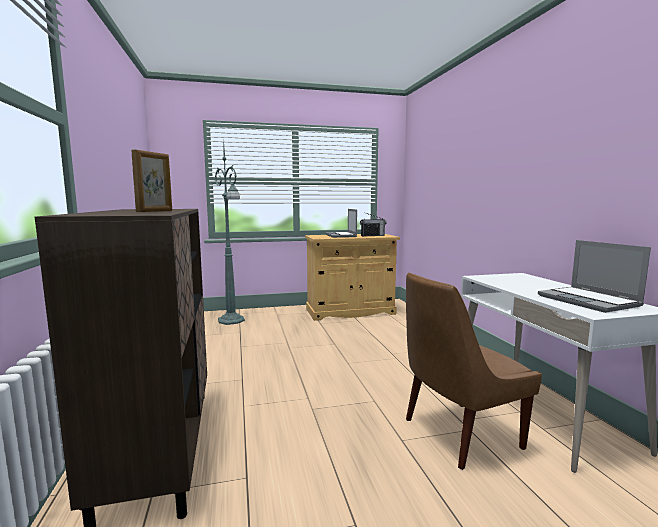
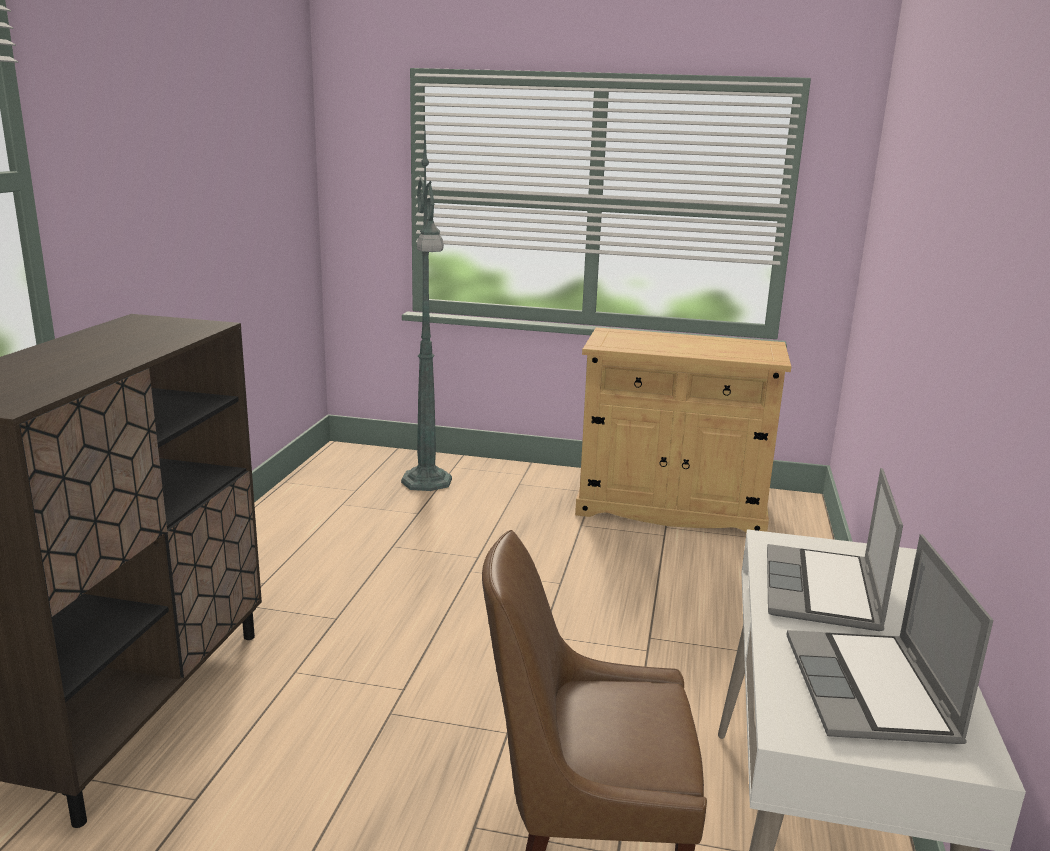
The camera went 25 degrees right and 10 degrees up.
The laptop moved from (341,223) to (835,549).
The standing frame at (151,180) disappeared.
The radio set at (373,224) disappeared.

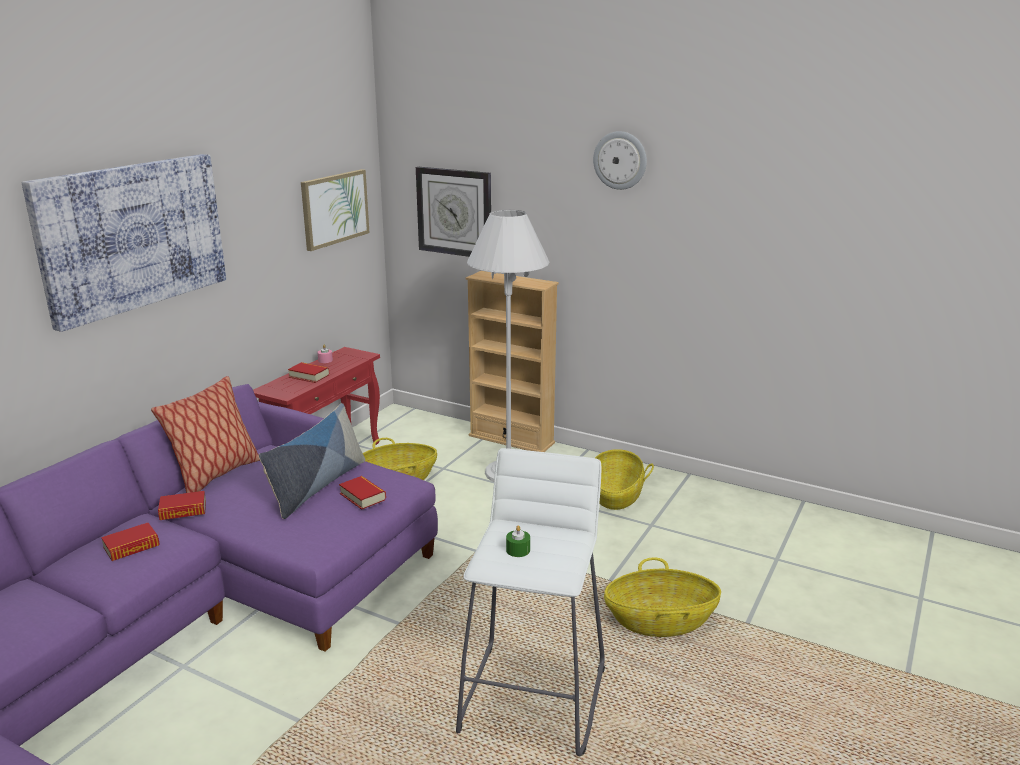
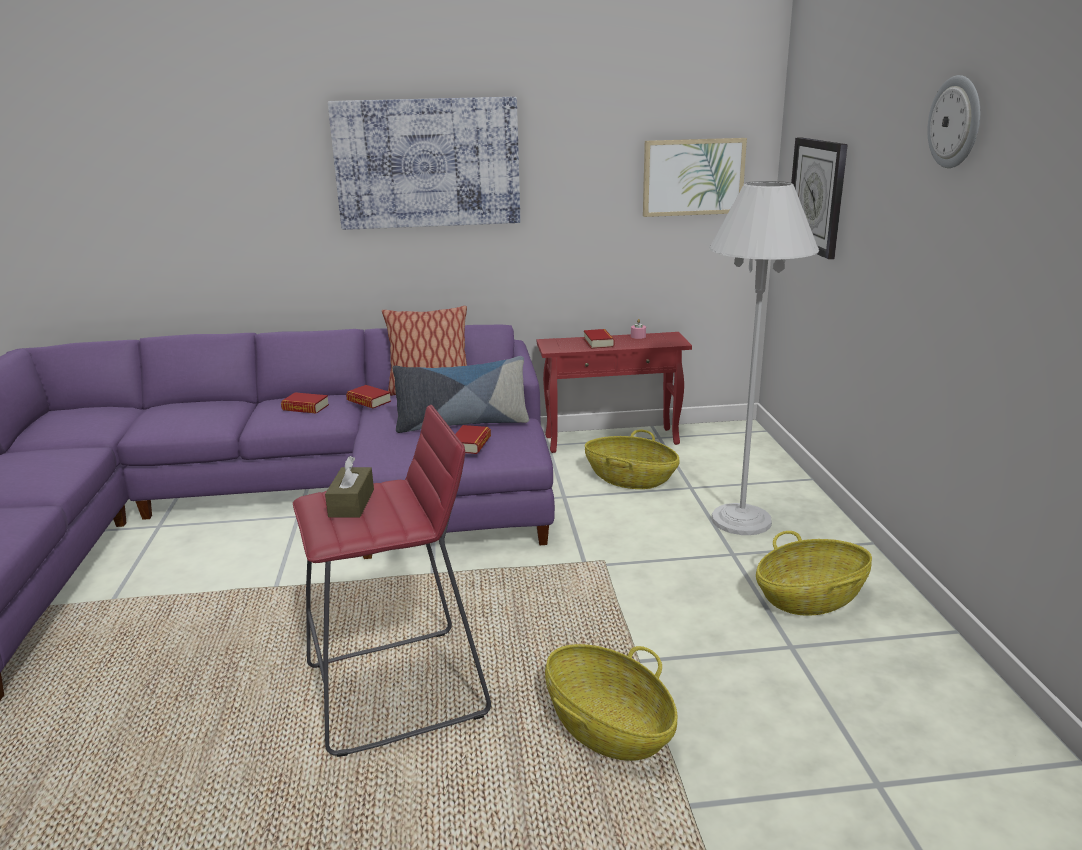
The camera went 55 degrees right and 0 degrees up.
The stool/white at (530,602) became the stool/red-coloured at (392,581).
The wax candle/greenish at (518,541) was replaced by the tissue holder/brown at (349,487).
The bookshelf/sand-coloured at (512,361) disappeared.

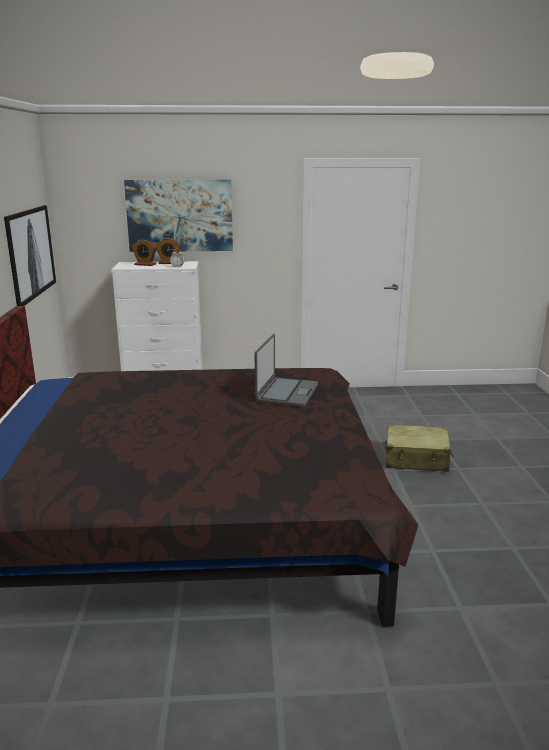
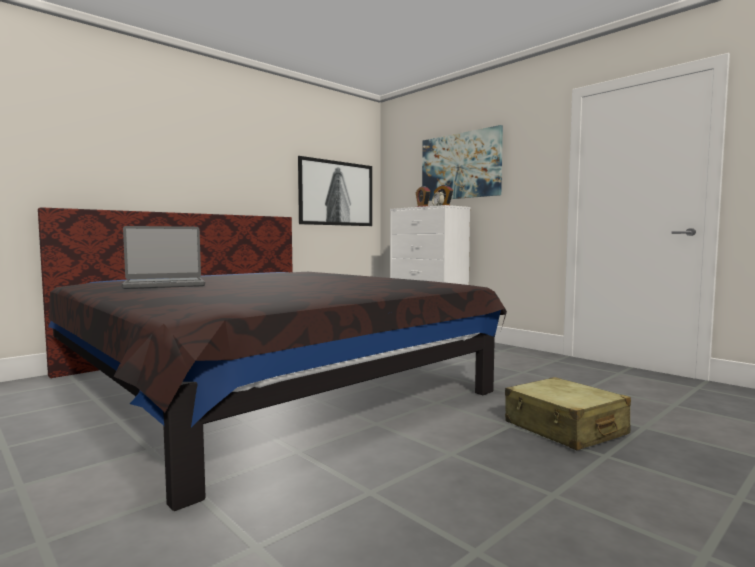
The camera went 50 degrees right and 15 degrees down.
The laptop moved from (286,370) to (163,257).

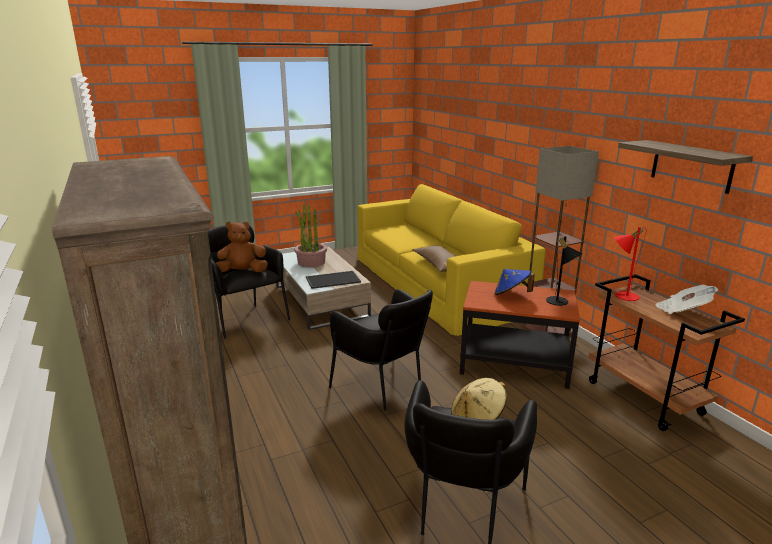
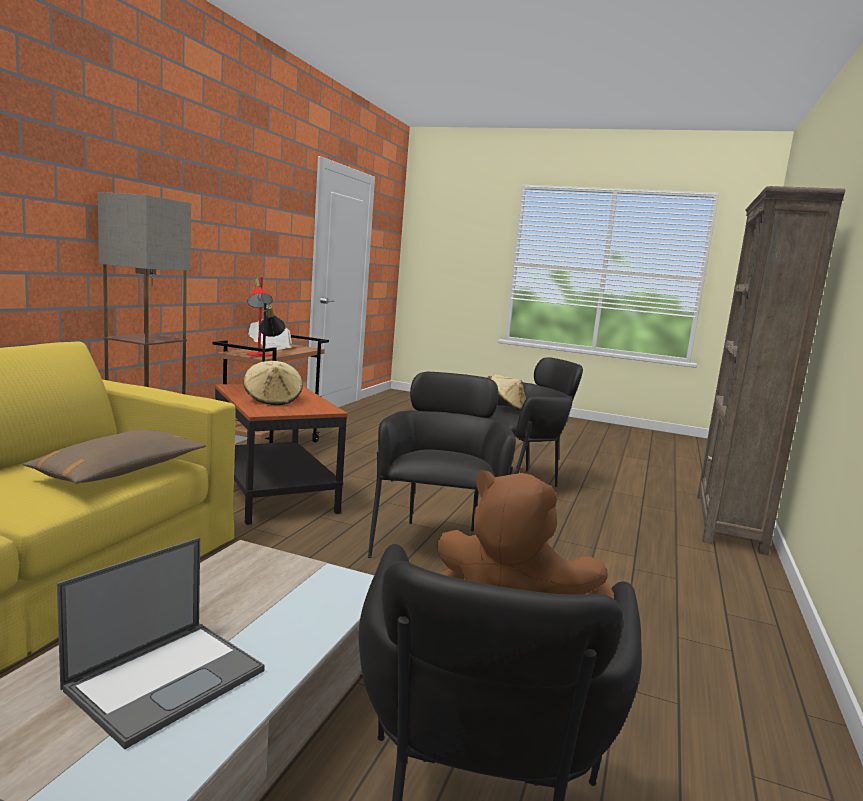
The camera went 135 degrees left and 10 degrees down.
The potted plant at (310,235) was replaced by the laptop at (161,643).
The clothing hat/bluish at (514,282) became the clothing hat/sand-coloured at (273,383).
The tray at (333,280) disappeared.
The bracket shelf at (685,167) disappeared.

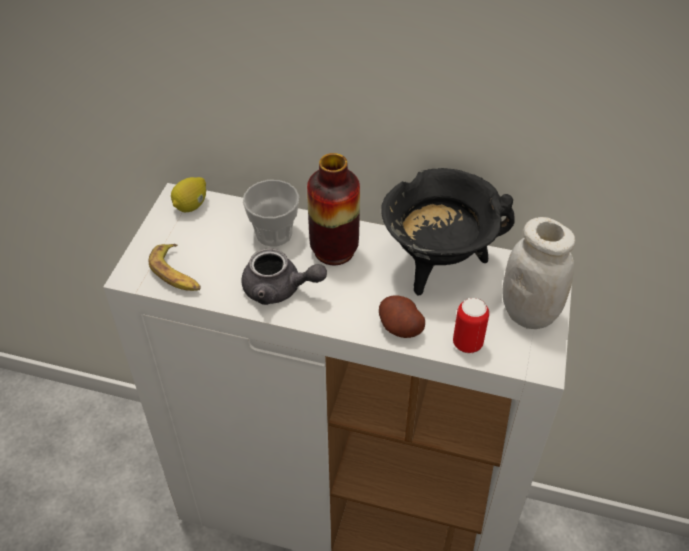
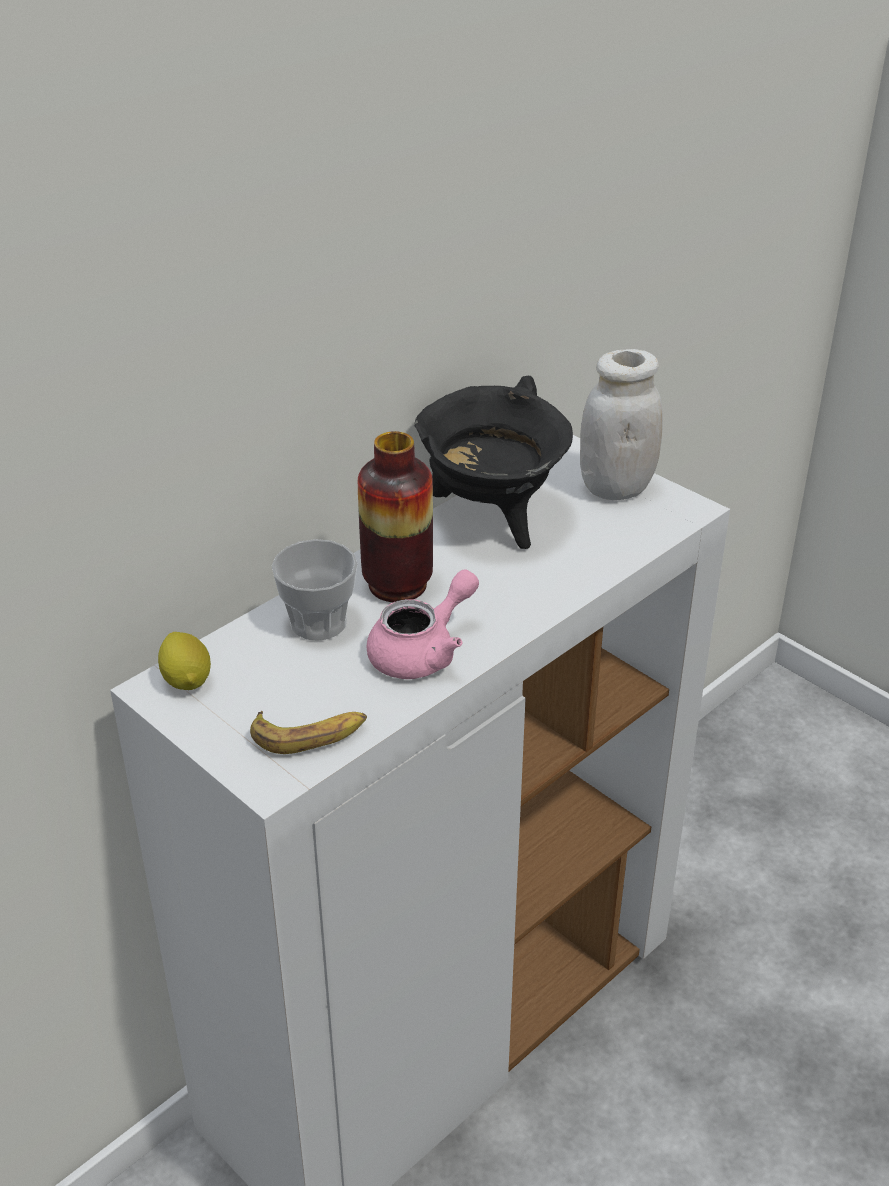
The camera went 60 degrees left and 10 degrees down.
The pot for tea/grey at (284,276) became the pot for tea/pink-coloured at (422,624).
The spud at (402,316) disappeared.
The can at (471,325) disappeared.

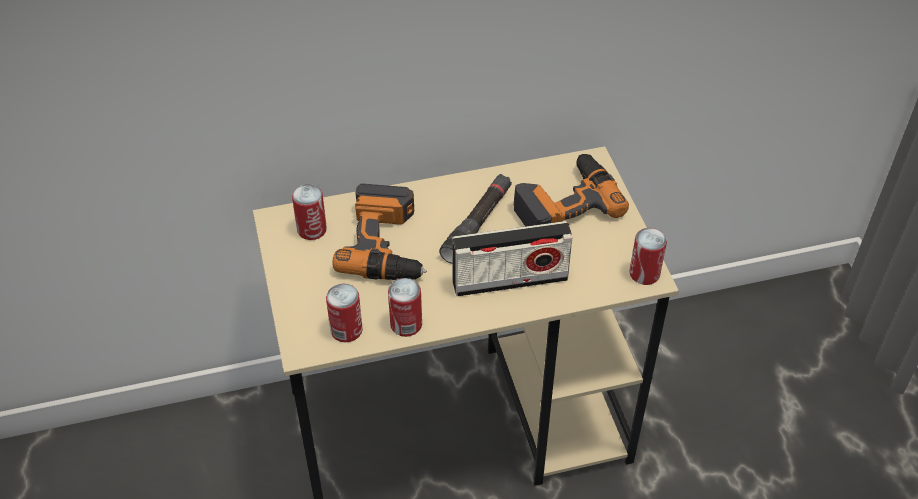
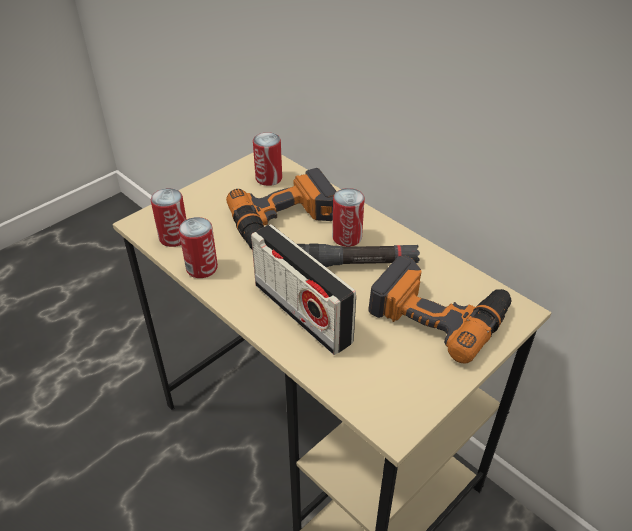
The camera went 60 degrees right and 5 degrees down.
The can moved from (648,256) to (348,217).

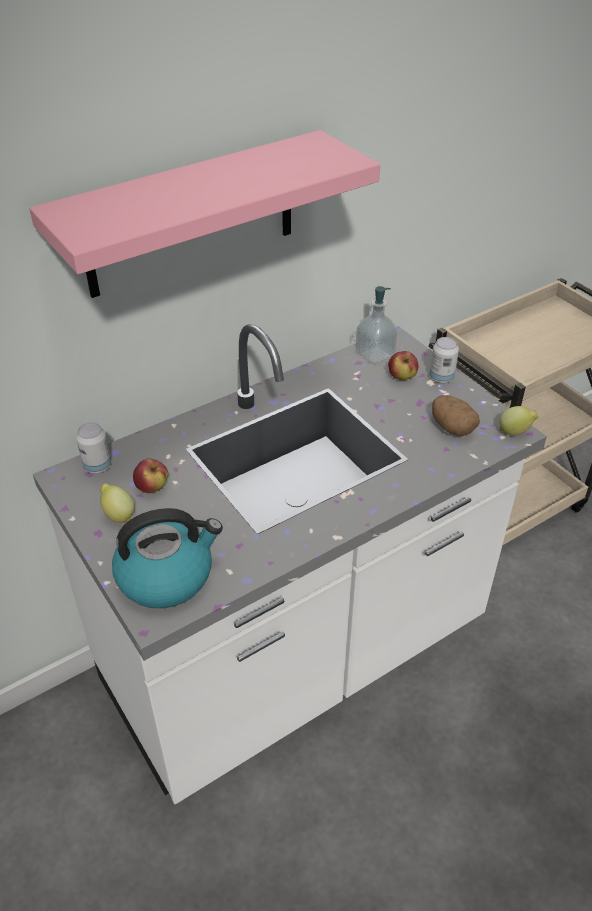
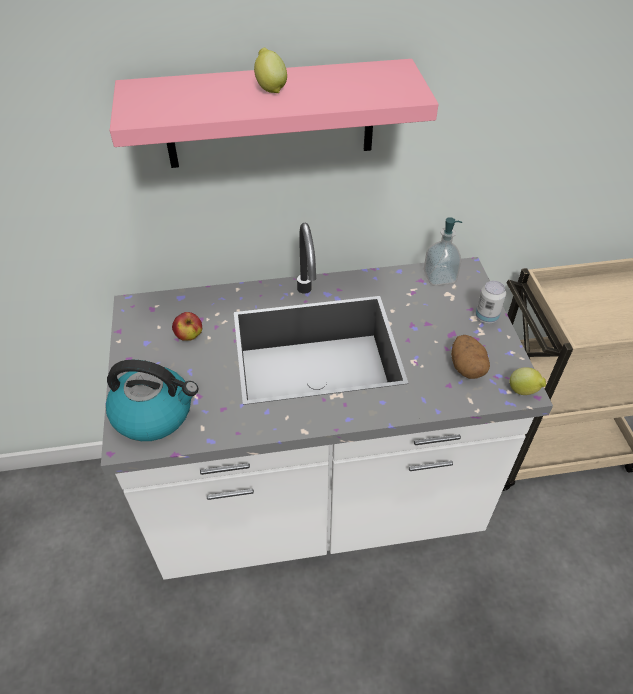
The camera went 25 degrees right and 5 degrees up.
The whole lemon moved from (117,503) to (270,70).
The can at (93,448) disappeared.
The whole apple at (403,365) disappeared.

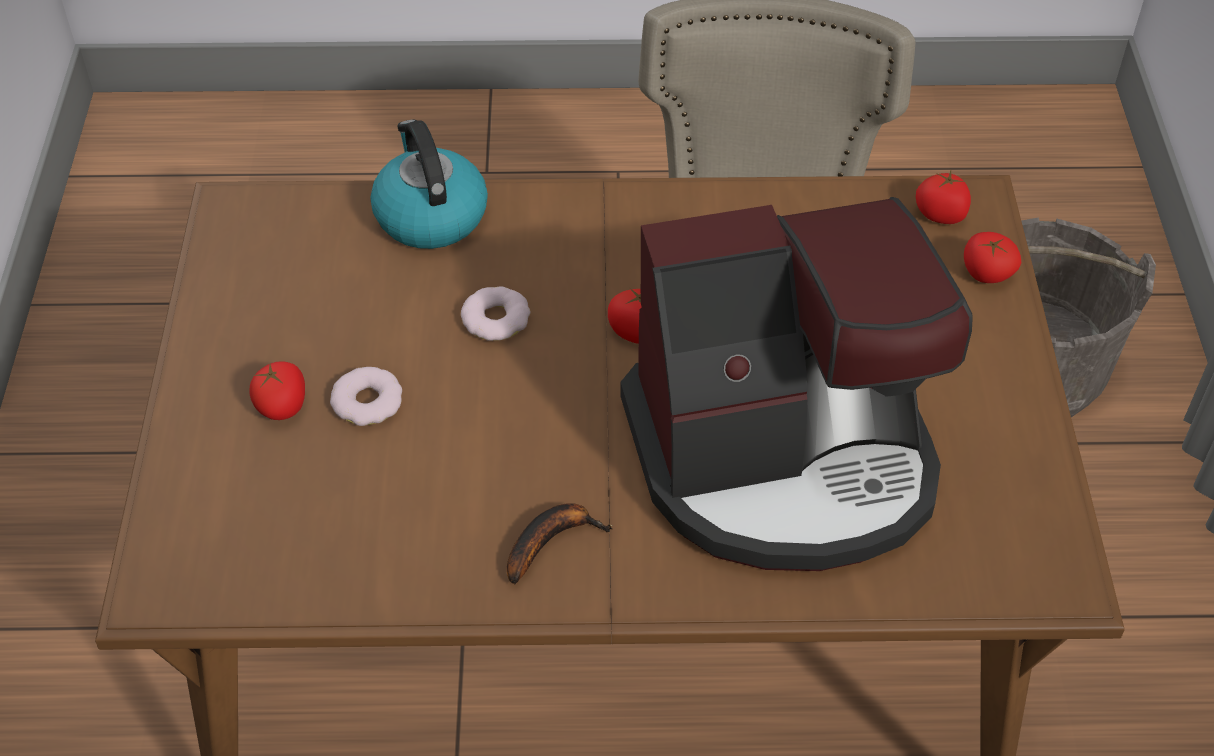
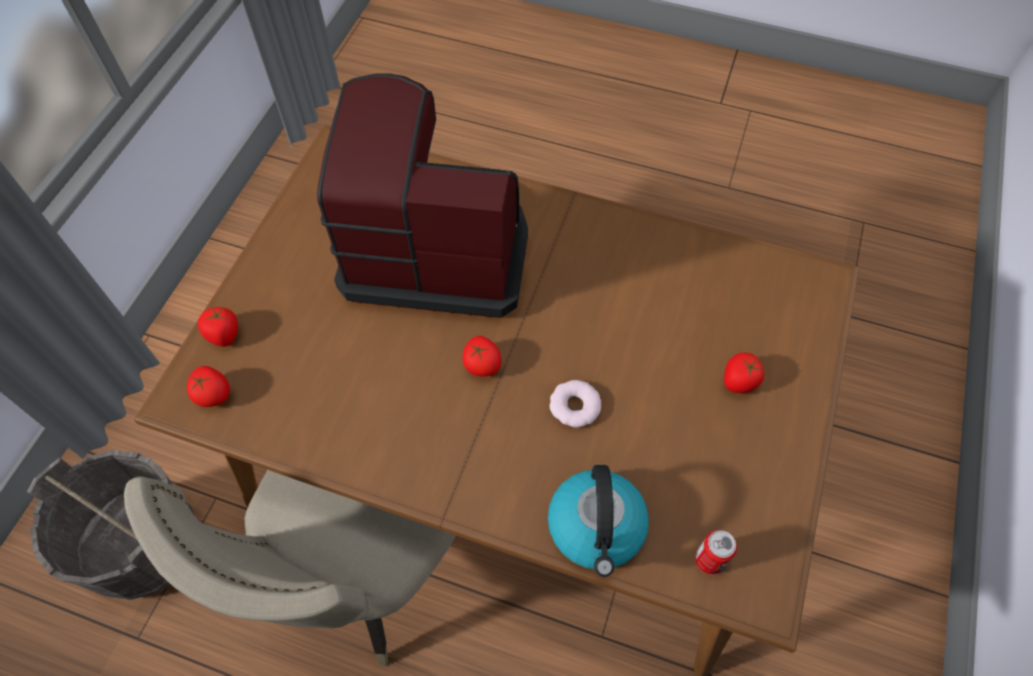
The camera went 160 degrees left and 10 degrees up.
The can at (716,552) appeared.
The ring doughnut at (366,396) disappeared.
The whole banana at (560,544) disappeared.

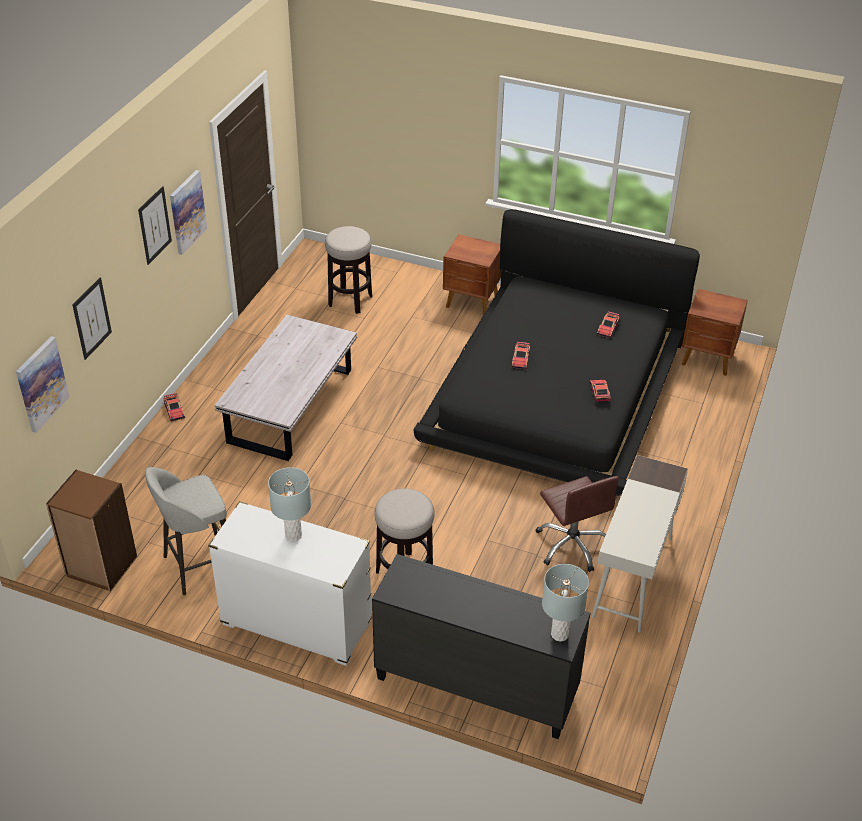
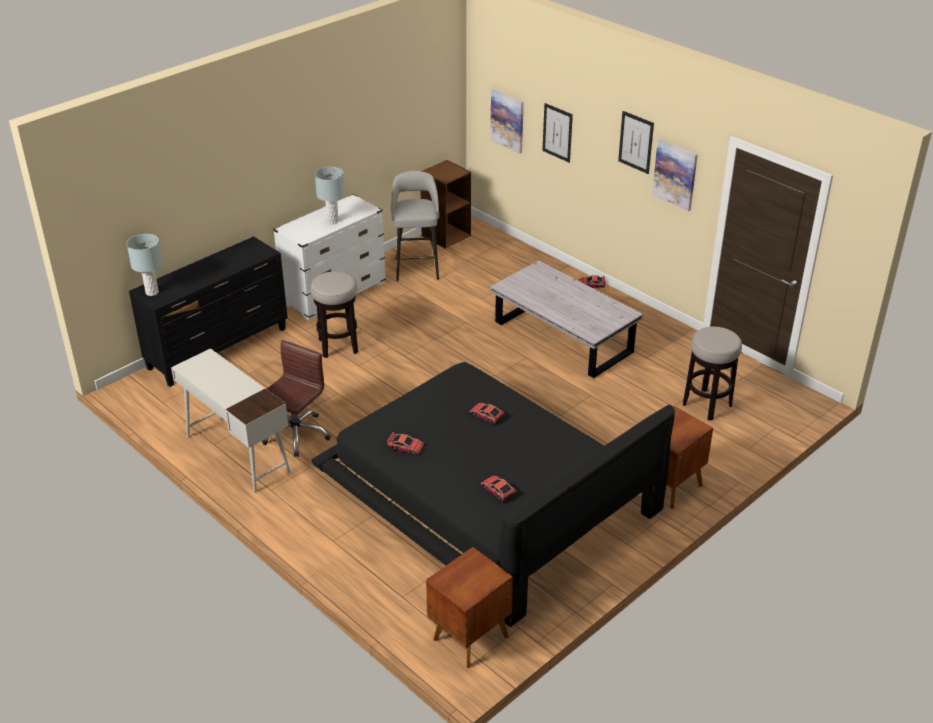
The camera went 115 degrees right and 5 degrees down.
The office chair/brown at (577,524) turned 120 degrees clockwise.

